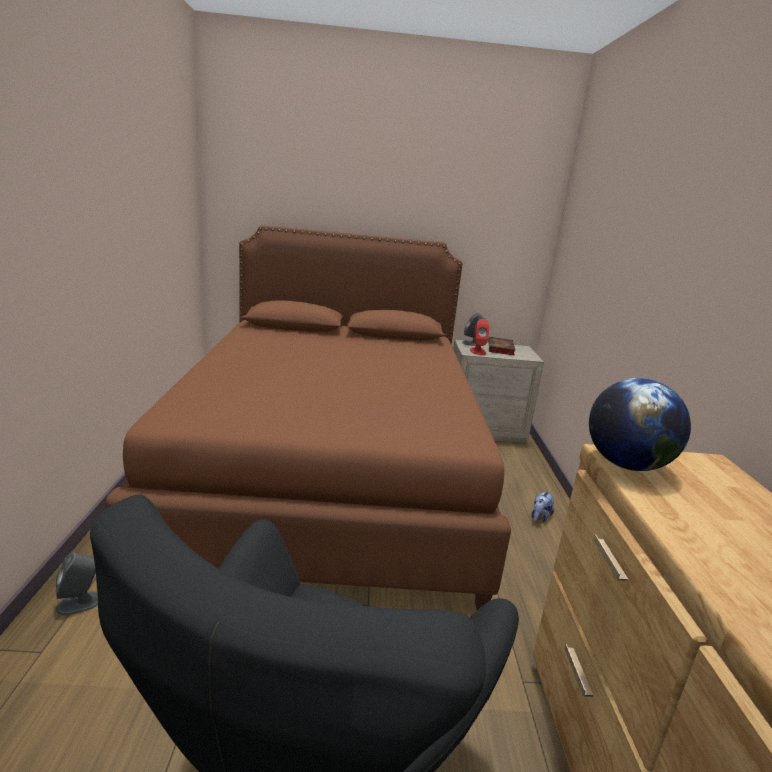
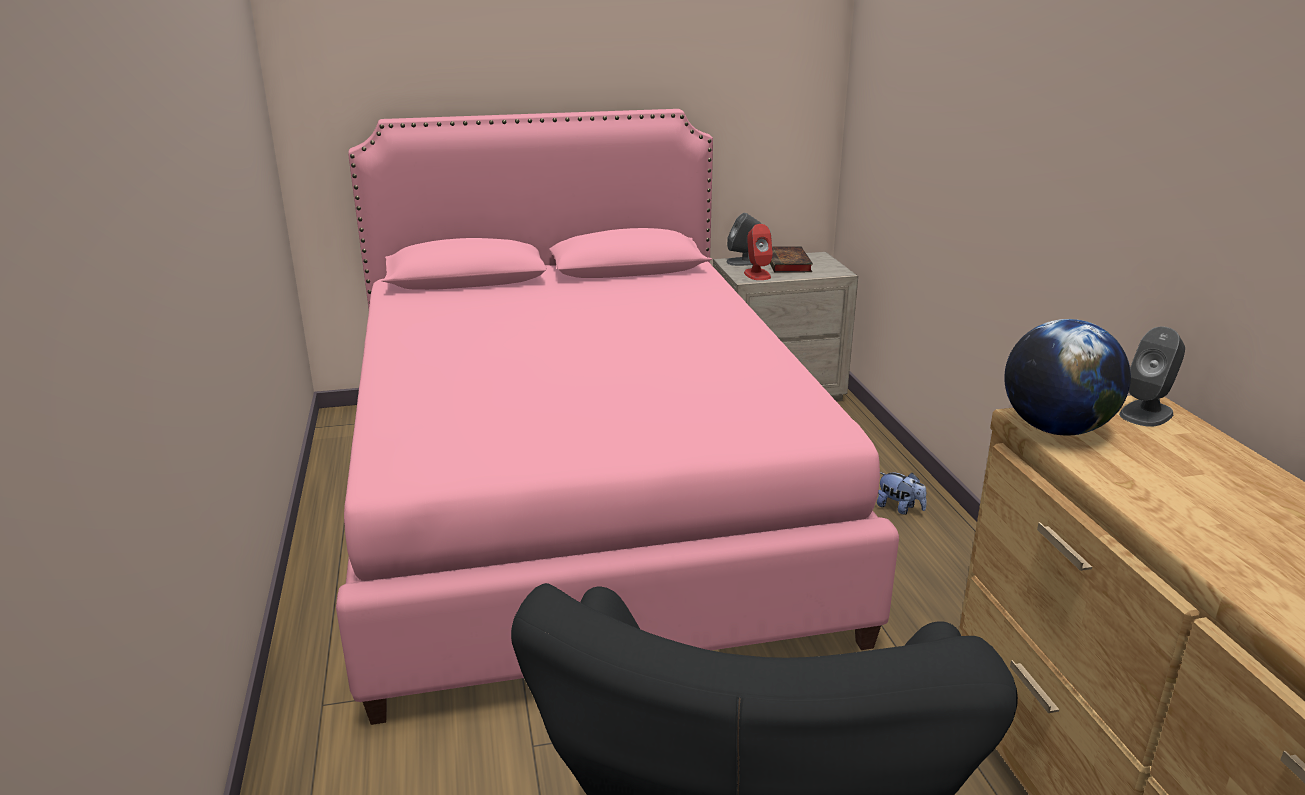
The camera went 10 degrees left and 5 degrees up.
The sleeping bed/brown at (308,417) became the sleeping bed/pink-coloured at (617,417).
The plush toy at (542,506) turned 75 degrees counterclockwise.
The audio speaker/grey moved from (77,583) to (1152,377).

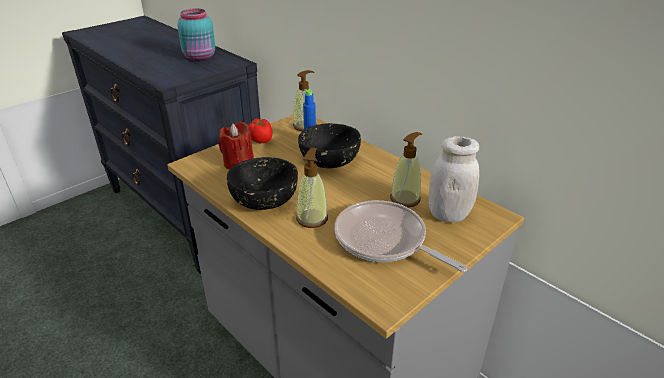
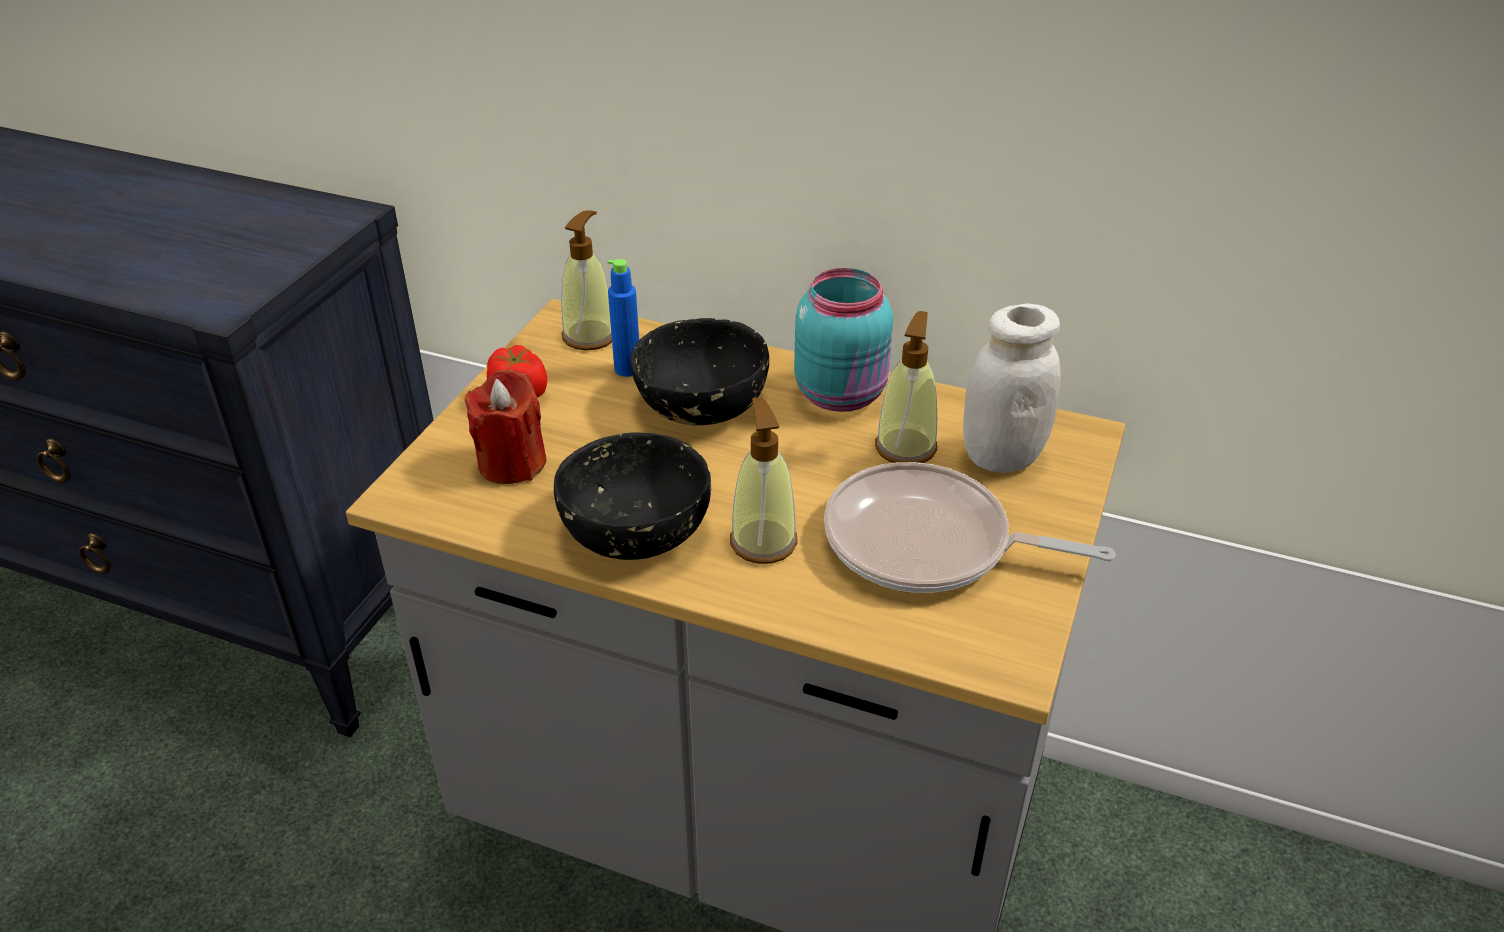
The camera went 25 degrees left and 5 degrees up.
The jar/turquoise moved from (196,35) to (843,340).

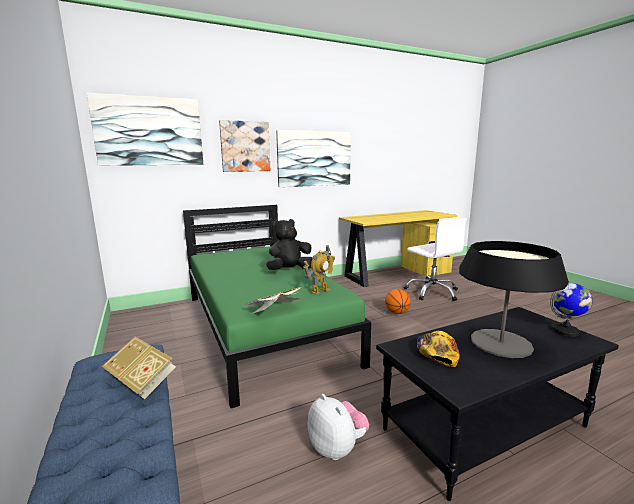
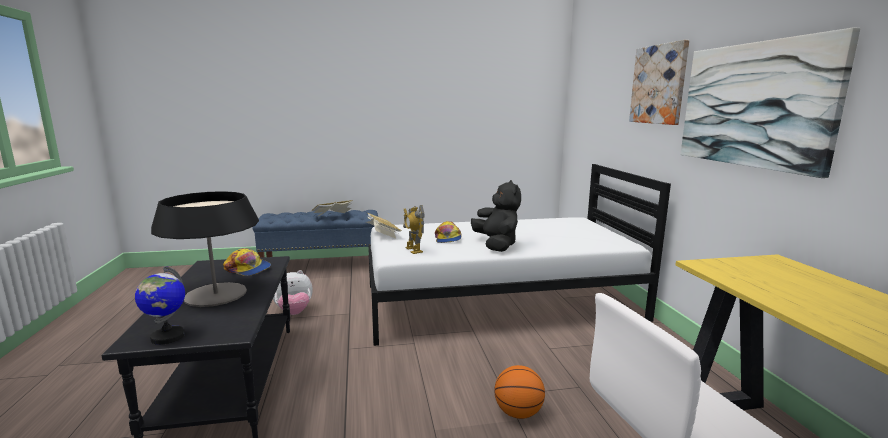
The camera went 105 degrees right and 0 degrees up.
The sleeping bed/greenish at (277,306) became the sleeping bed/white at (519,255).
The peaked cap at (448,232) appeared.
The wall art at (145,129) disappeared.

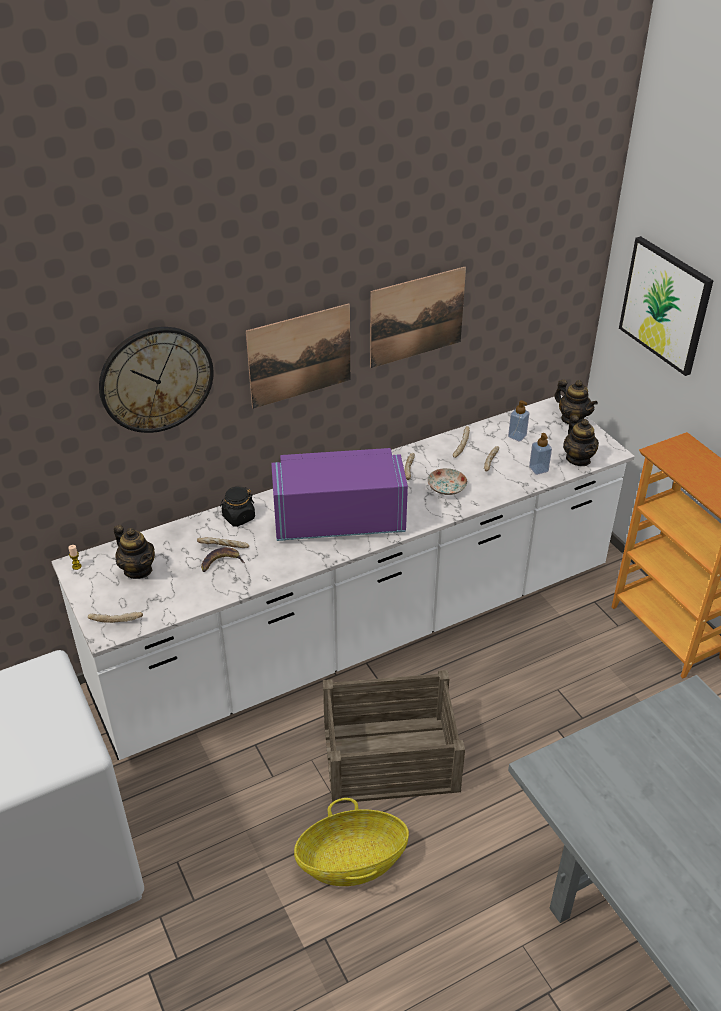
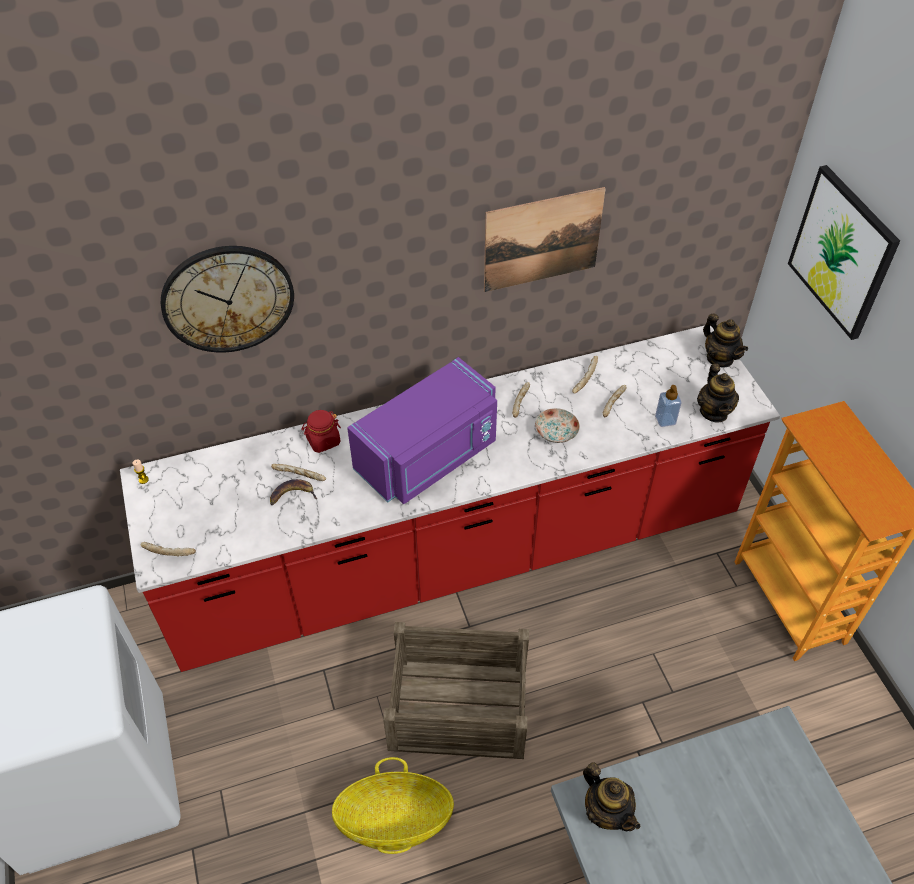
The camera went 10 degrees right and 10 degrees up.
The kitchen counter/white at (343,577) became the kitchen counter/red-coloured at (450,498).
The jar/blackish at (237,507) became the jar/red-coloured at (321,431).
The kitchen microwave/purplish at (339,494) turned 135 degrees clockwise.
The pot for tea moved from (134,552) to (611,796).
The wall art at (298,356) disappeared.
The liquid soap bottle at (518,420) disappeared.

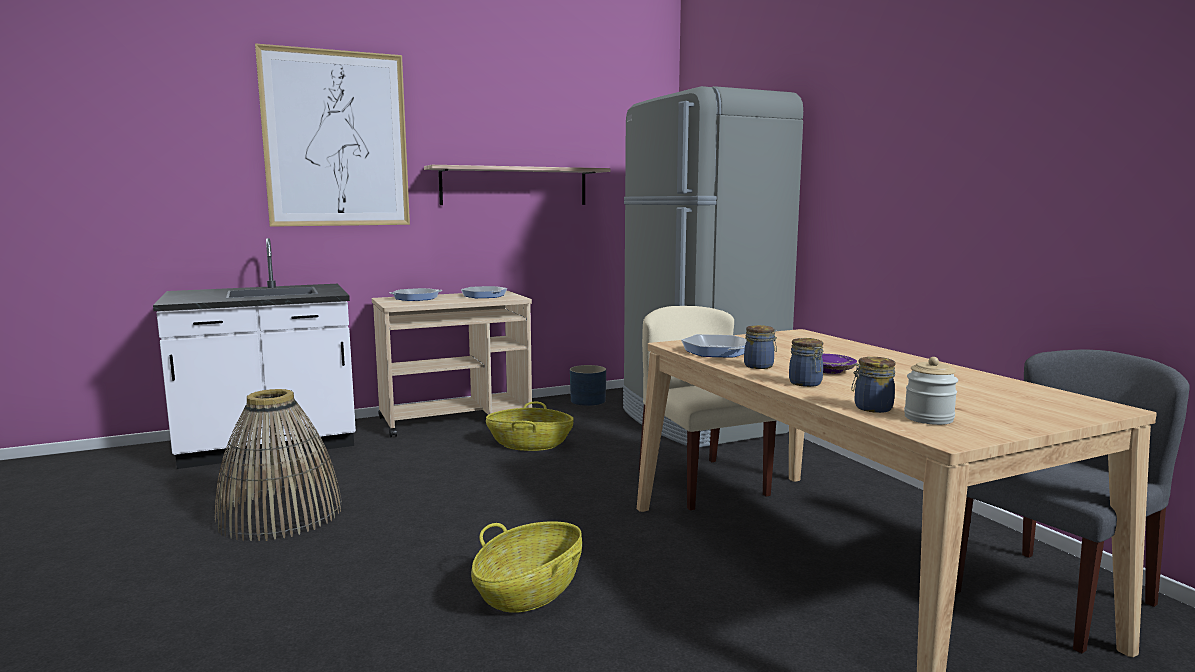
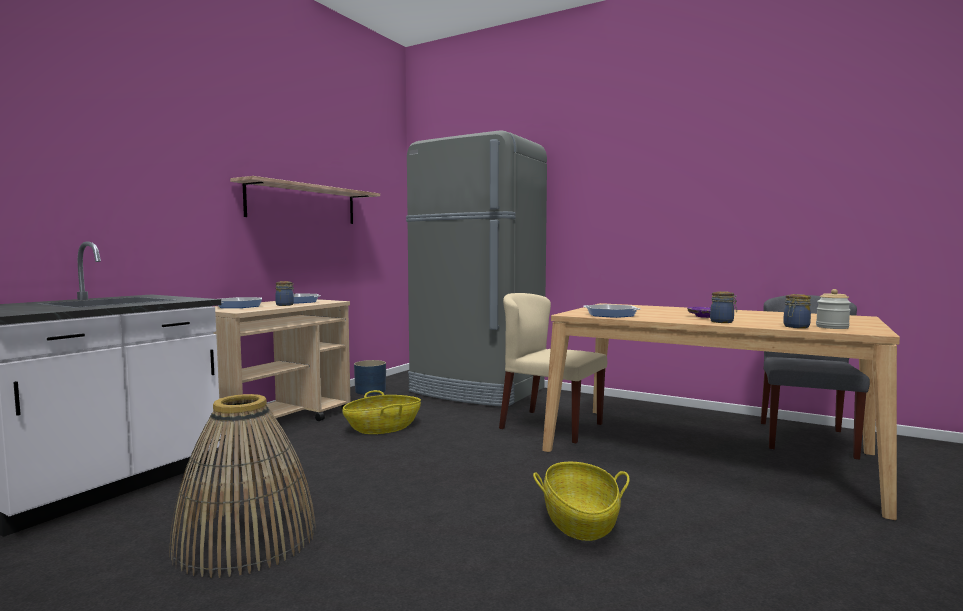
The camera went 35 degrees left and 5 degrees down.
The jar moved from (760,347) to (285,293).
The wall art at (332,135) disappeared.

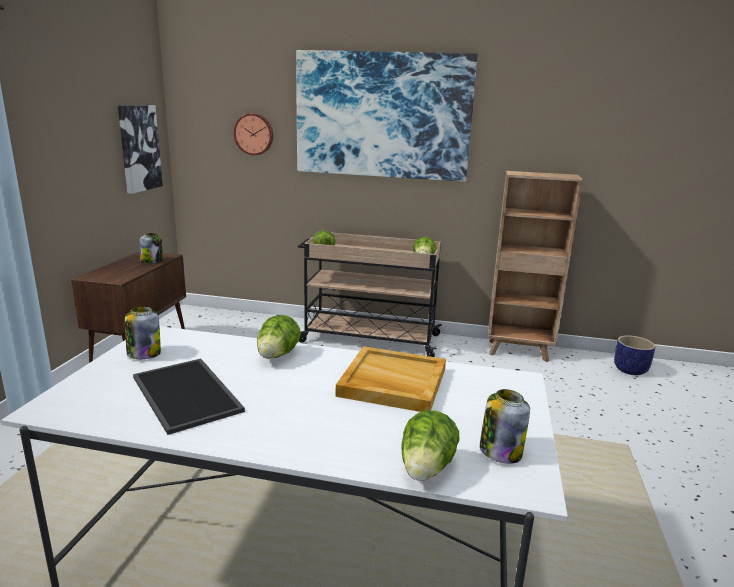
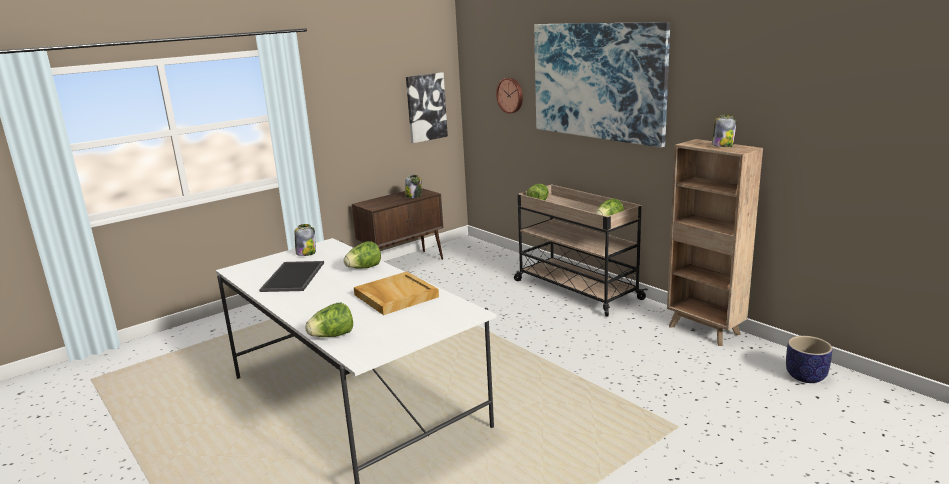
The camera went 40 degrees right and 0 degrees up.
The jar moved from (505,426) to (724,131).

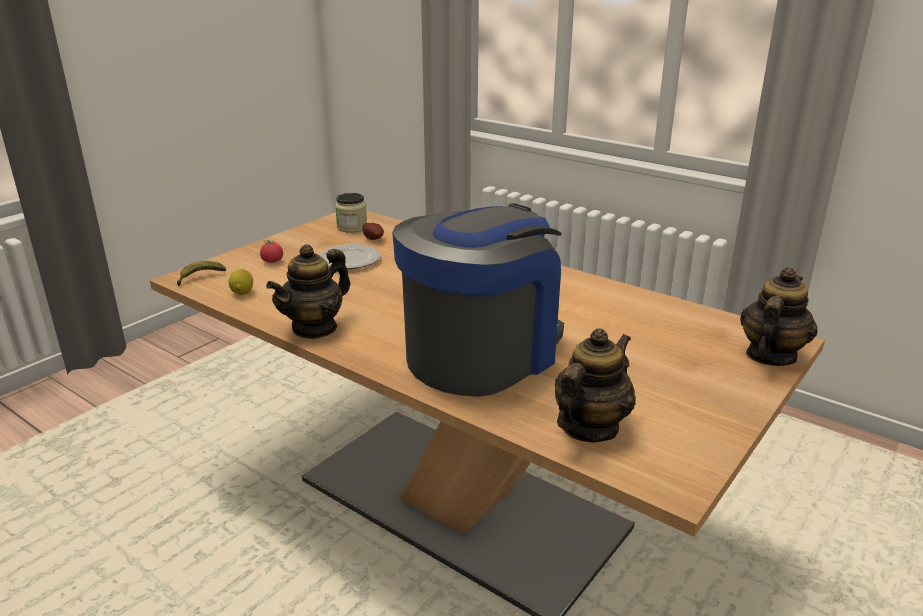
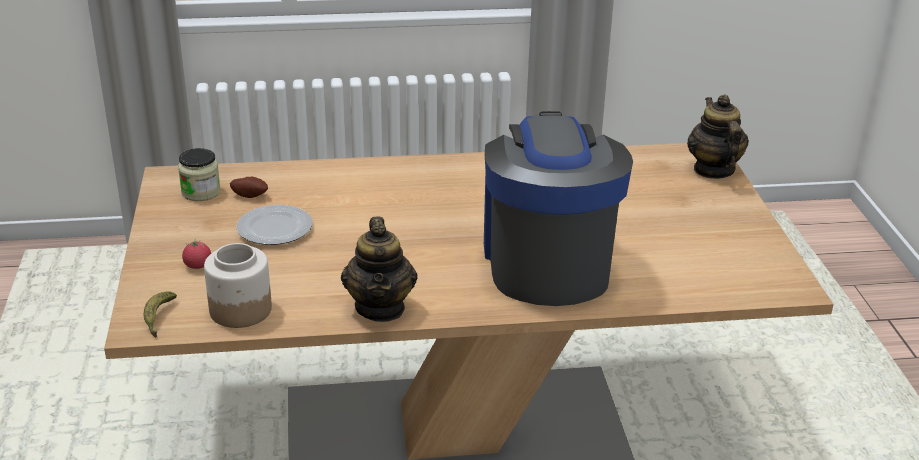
The camera went 45 degrees left and 5 degrees up.
The whole lemon at (241,282) was replaced by the jar at (238,285).
The pot for tea at (595,385) disappeared.

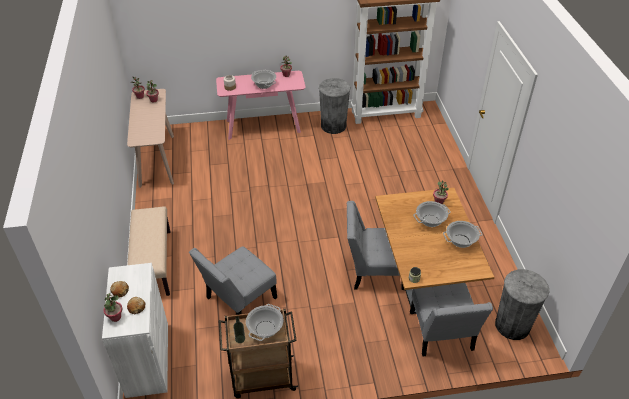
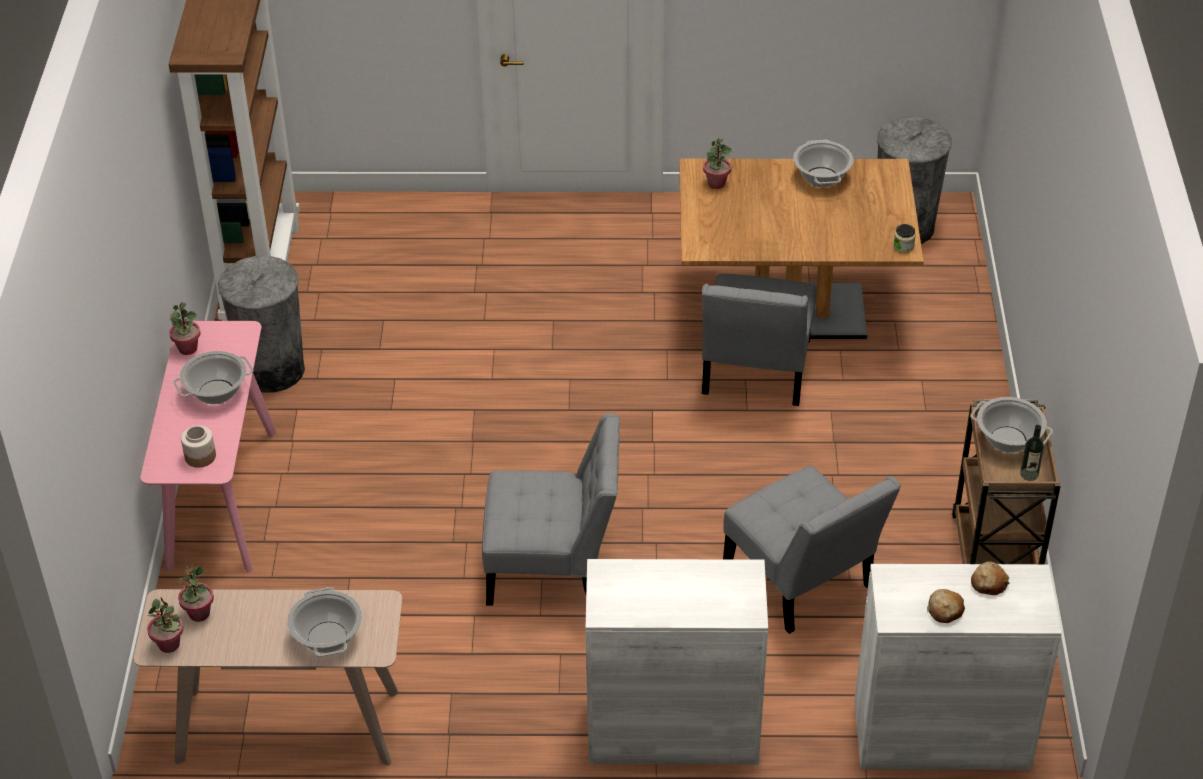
The camera went 80 degrees left and 0 degrees up.
The stockpot moved from (432,214) to (324,622).
The upright chair/grey moved from (451,319) to (551,509).
The bench/sand-coloured at (148,251) was replaced by the cupboard/white at (676,662).
The potted plant at (113,307) disappeared.

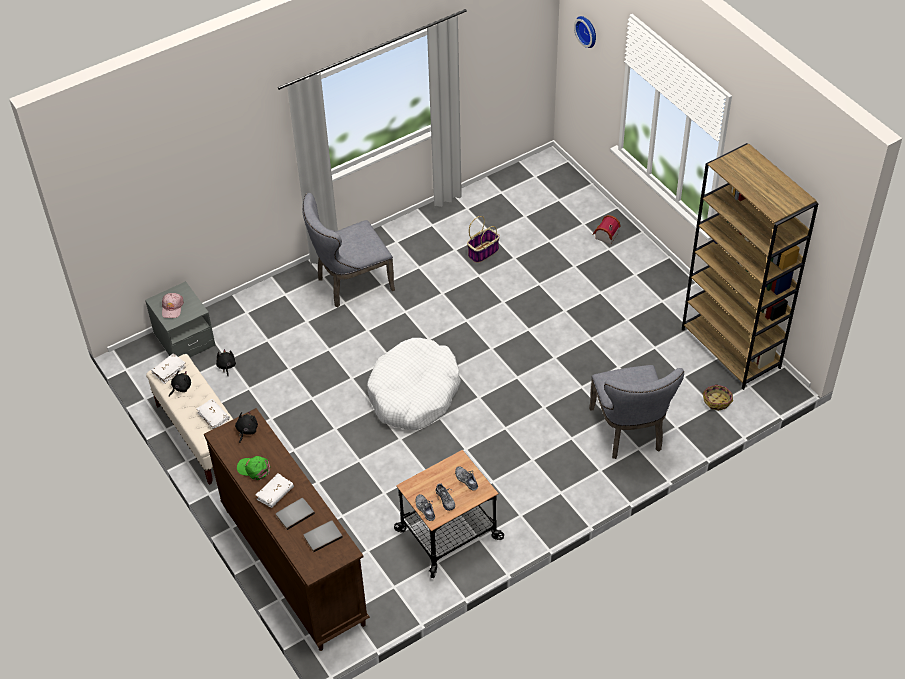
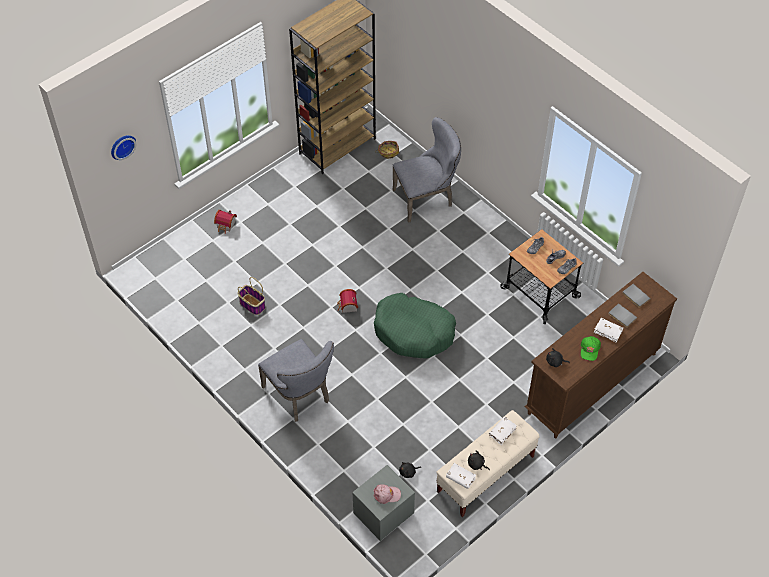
The camera went 100 degrees left and 5 degrees up.
The model house at (347,301) appeared.
The dog cushion/white at (414,384) became the dog cushion/greenish at (415,326).

